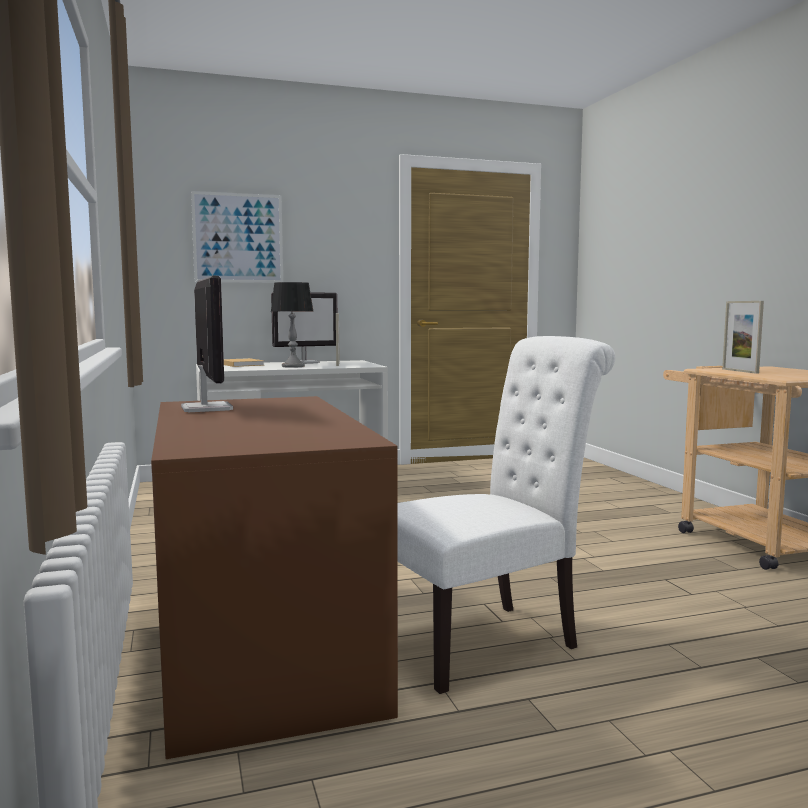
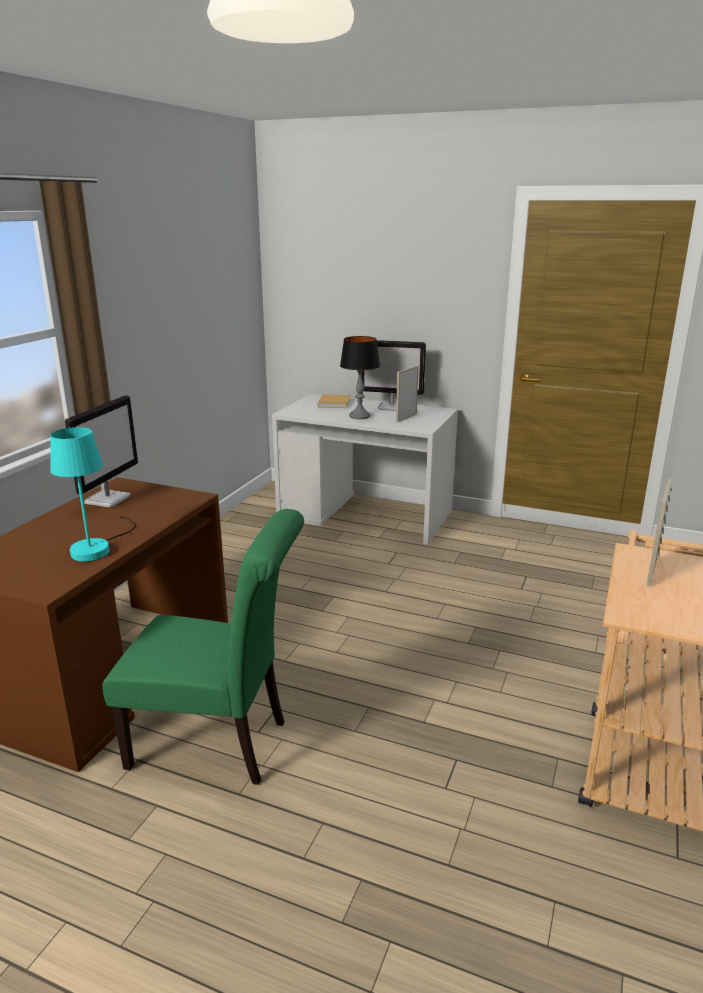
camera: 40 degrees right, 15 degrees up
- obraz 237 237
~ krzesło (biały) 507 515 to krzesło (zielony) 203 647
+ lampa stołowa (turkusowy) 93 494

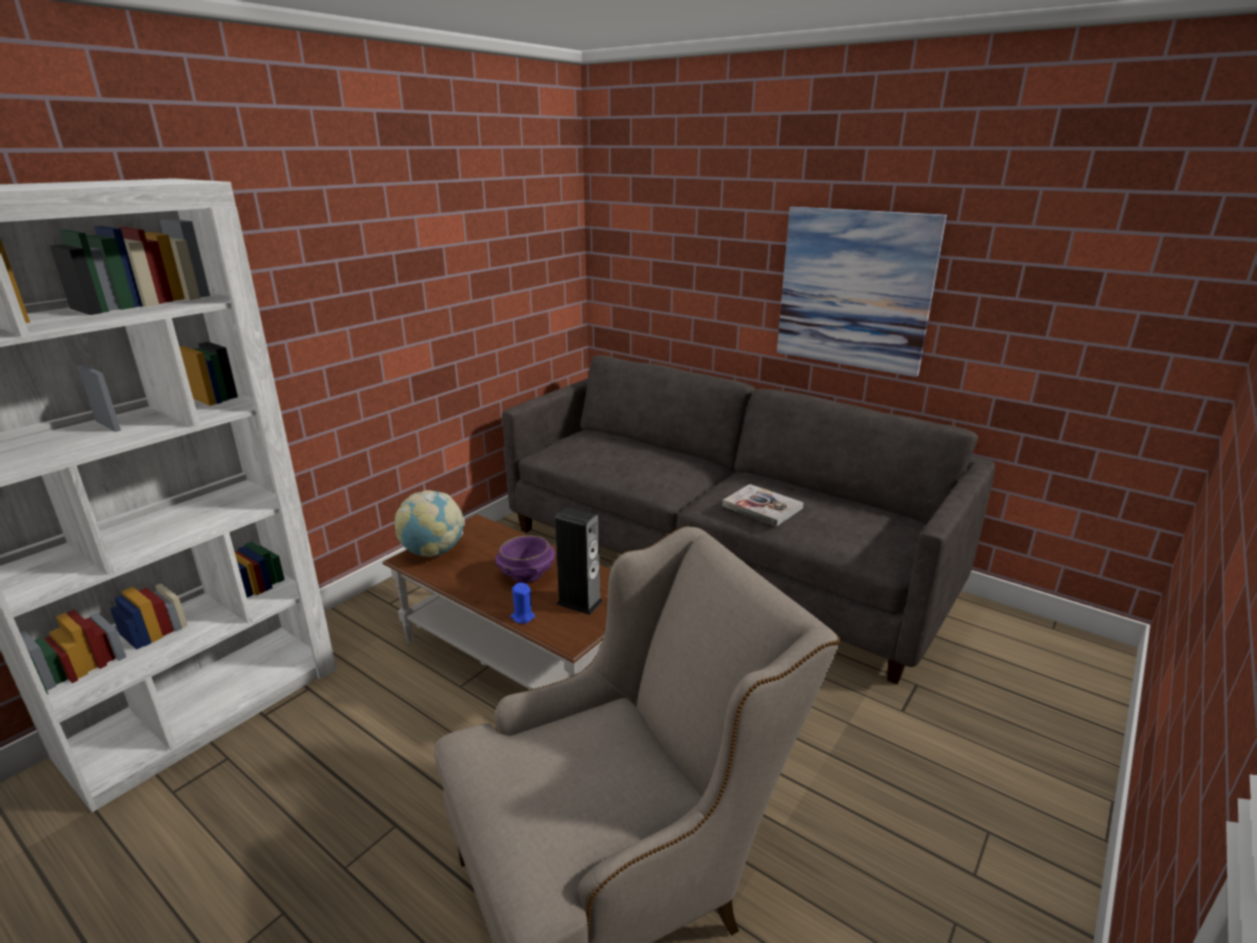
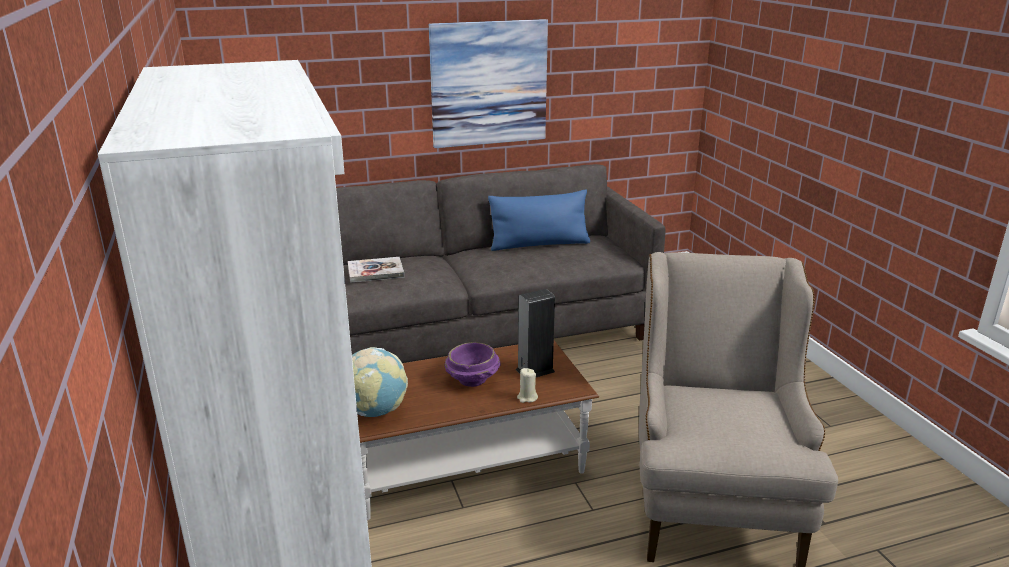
camera: 55 degrees left, 0 degrees up
~ świeca (niebieski) 522 603 to świeca (beżowy) 527 385
~ książka 763 505 to 376 270
+ poduszka (niebieski) 539 220

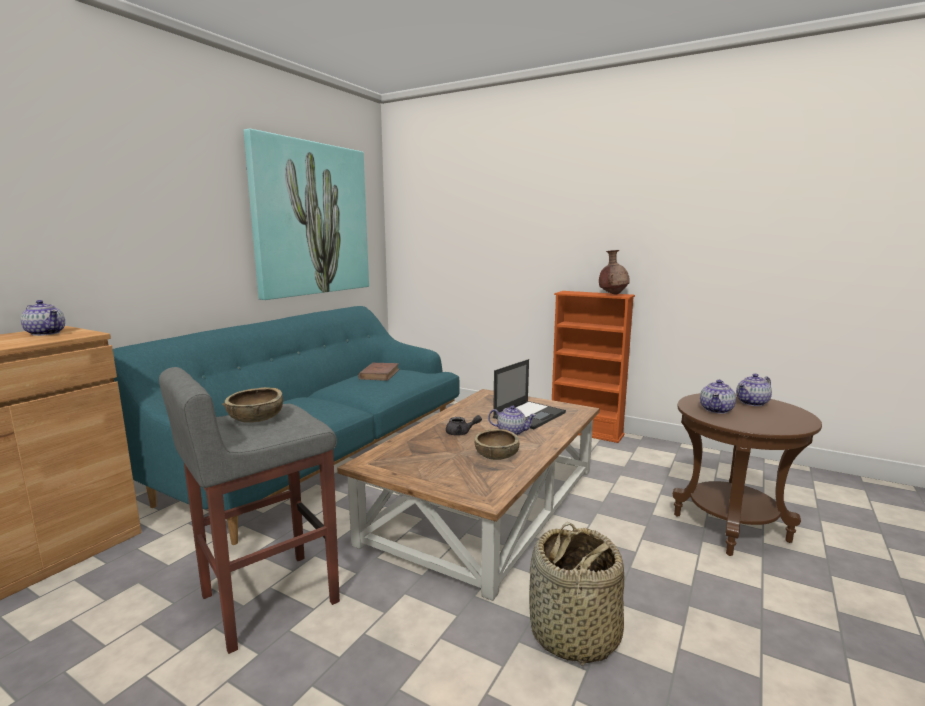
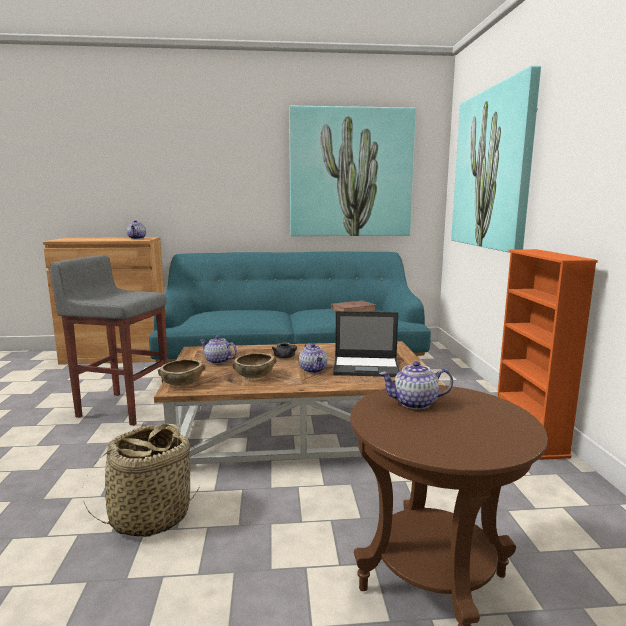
camera: 55 degrees right, 0 degrees up
~ miska (brązowy) 252 405 to 182 372
- wazon (brązowy) 614 272
~ imbryk 754 390 to 218 350
+ obraz 496 159

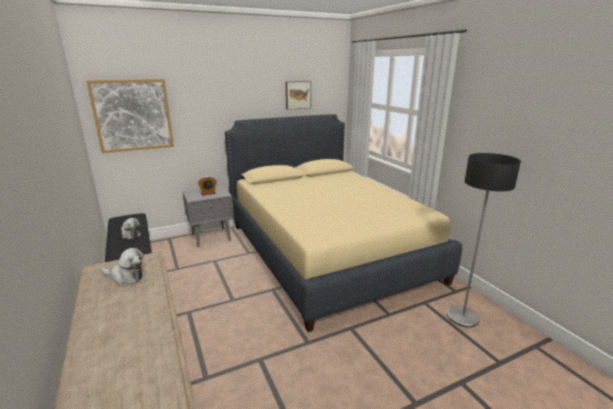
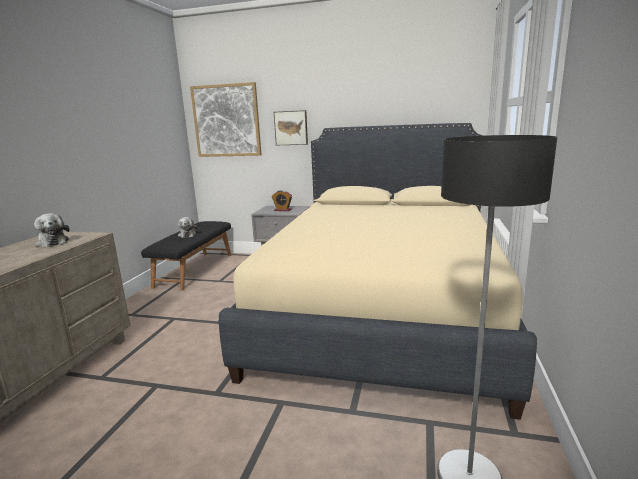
camera: 40 degrees right, 5 degrees down
~ obraz 298 95 to 291 127

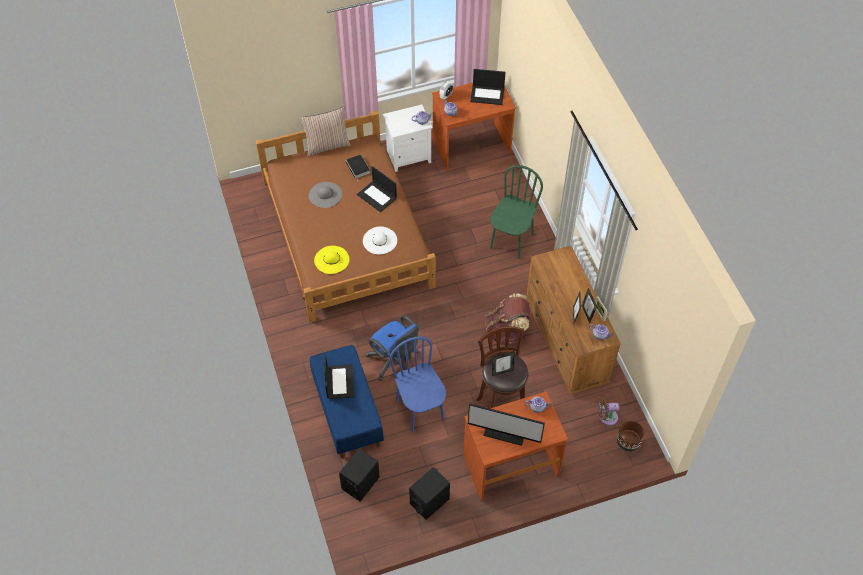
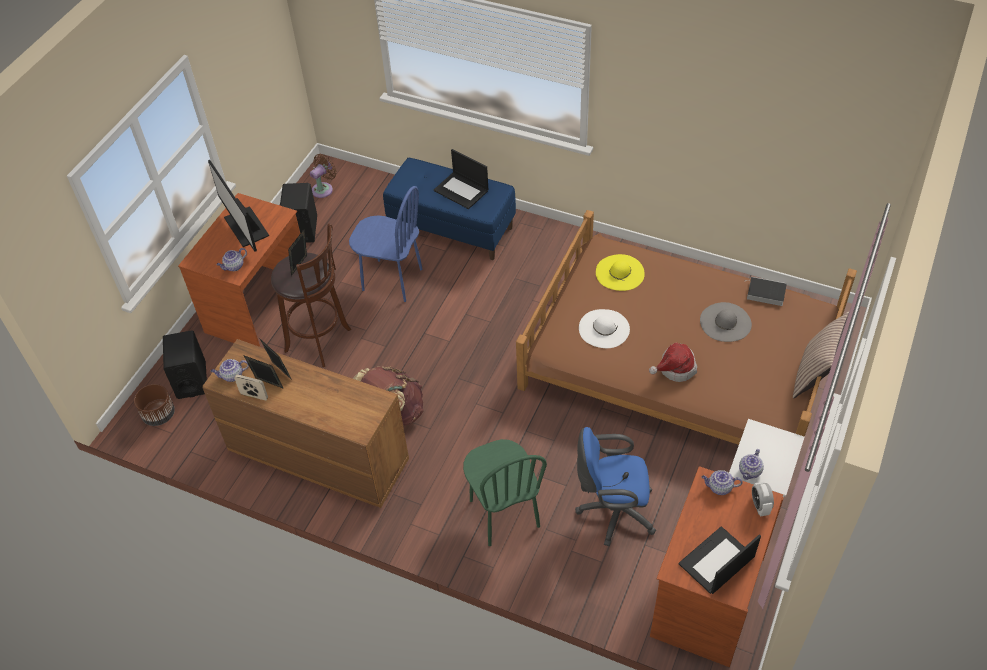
camera: 135 degrees right, 5 degrees down
~ głośnik (czarny) 359 475 to 185 364
~ książka 358 167 to 765 291
~ laptop 377 189 to kapelusz 673 362
~ krzesło biurowe (niebieski) 392 348 to 615 486
~ monitor 506 424 = 238 206 90 degrees counterclockwise
~ wentylator (brązowy) 608 410 to 323 176

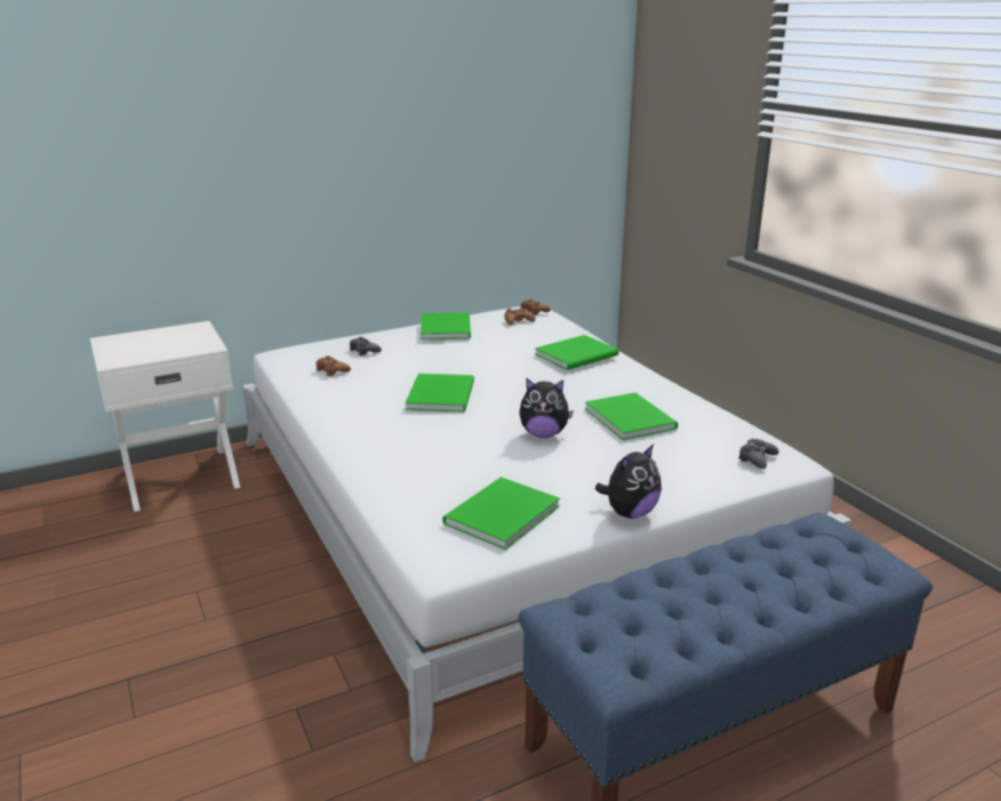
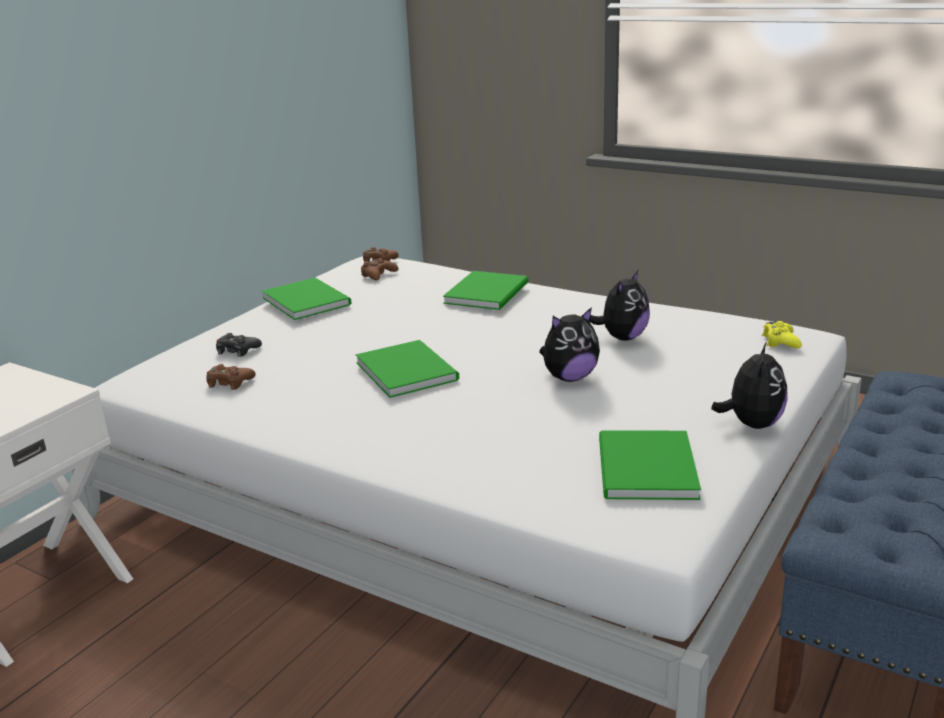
camera: 30 degrees left, 0 degrees up
~ książka (zielony) 631 416 to pluszak 620 305
~ pad do gier (czarny) 758 454 to pad do gier (żółty) 782 334

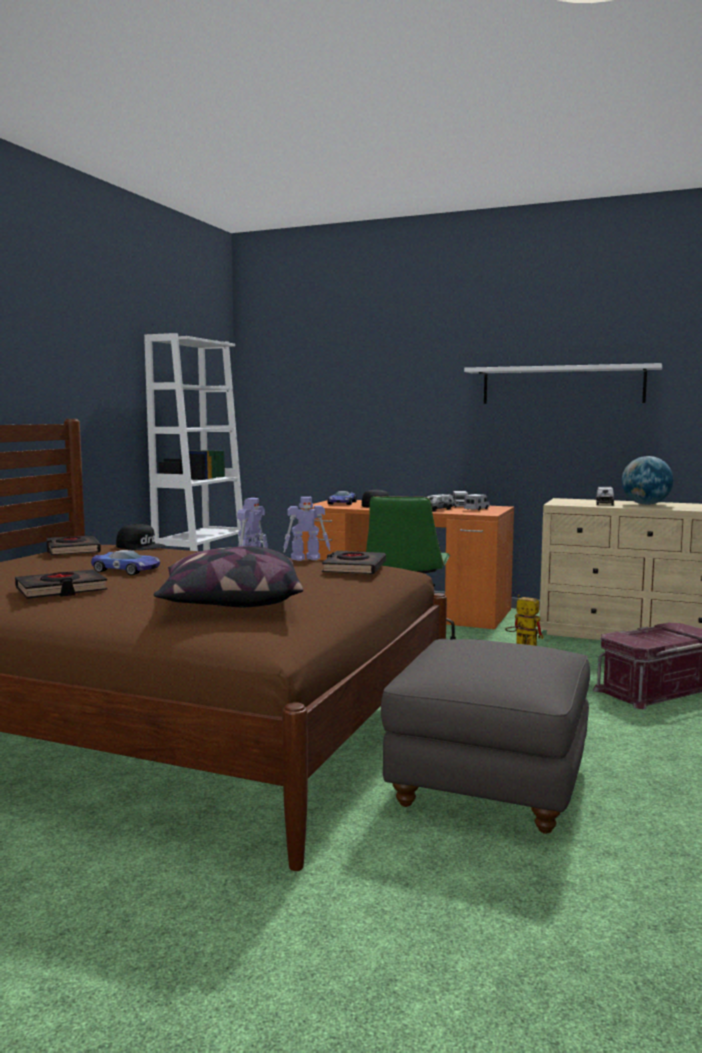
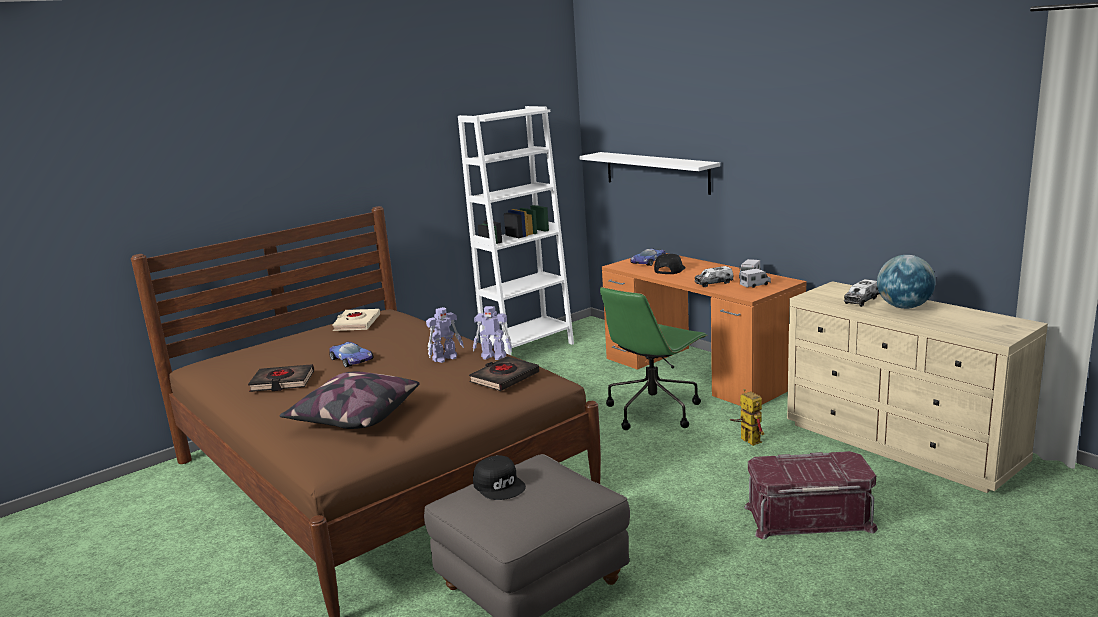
camera: 30 degrees right, 10 degrees up
~ książka (czarny) 73 545 to książka (beżowy) 356 320
~ czapka z daszkiem (czarny) 141 537 to 499 477
~ półka (biały) 563 383 to 649 173

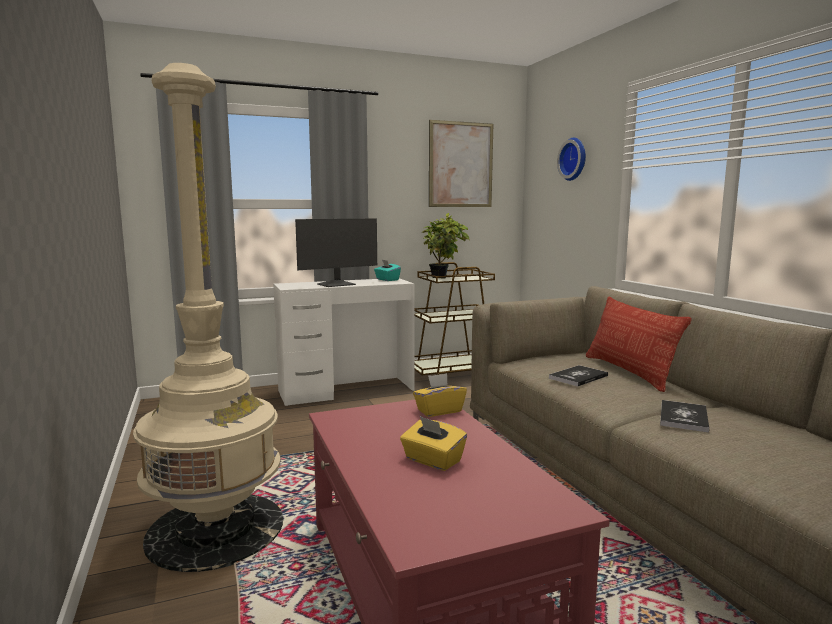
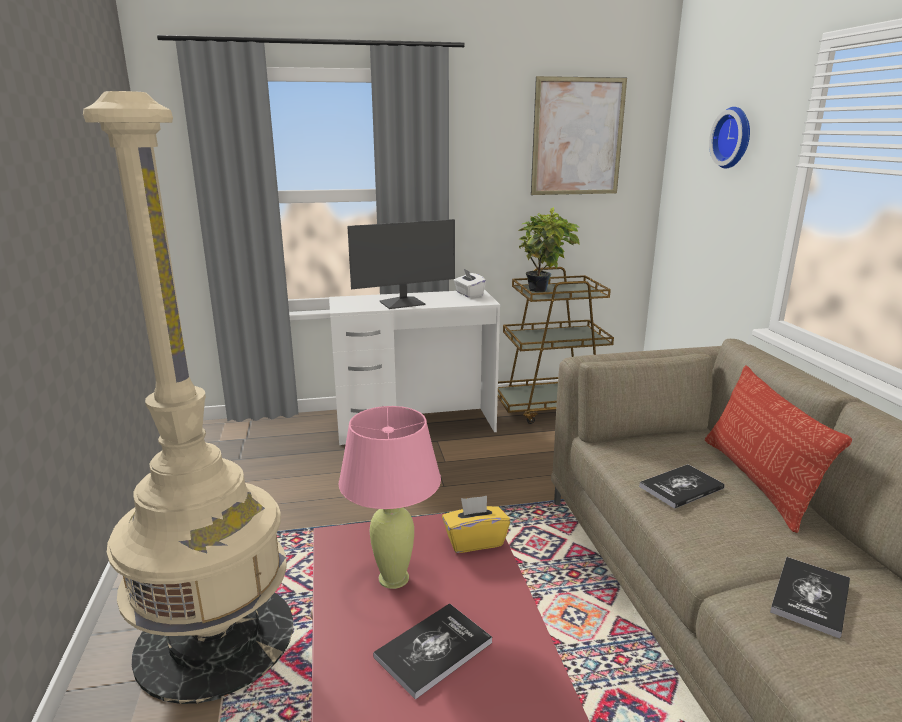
camera: 10 degrees right, 10 degrees up
~ pudełko chusteczek (turkusowy) 387 270 to pudełko chusteczek (biały) 470 283
~ pudełko chusteczek (żółty) 433 443 to książka 432 651
+ lampa stołowa (różowy) 390 497

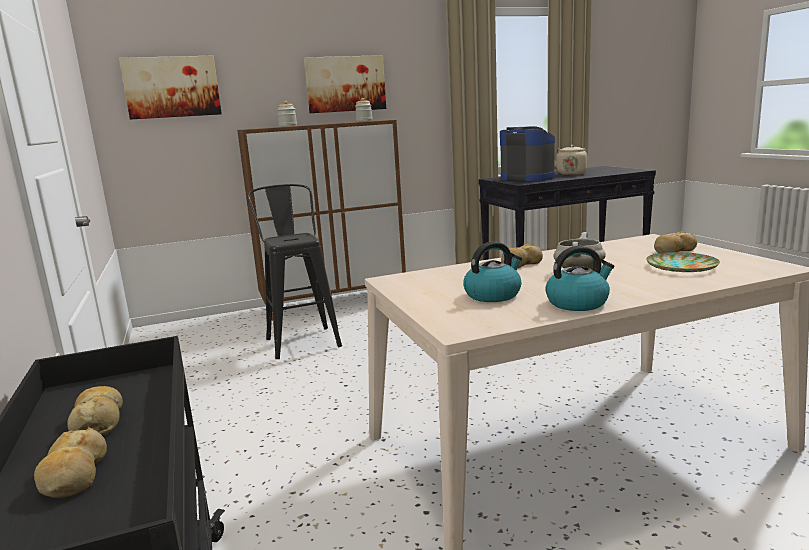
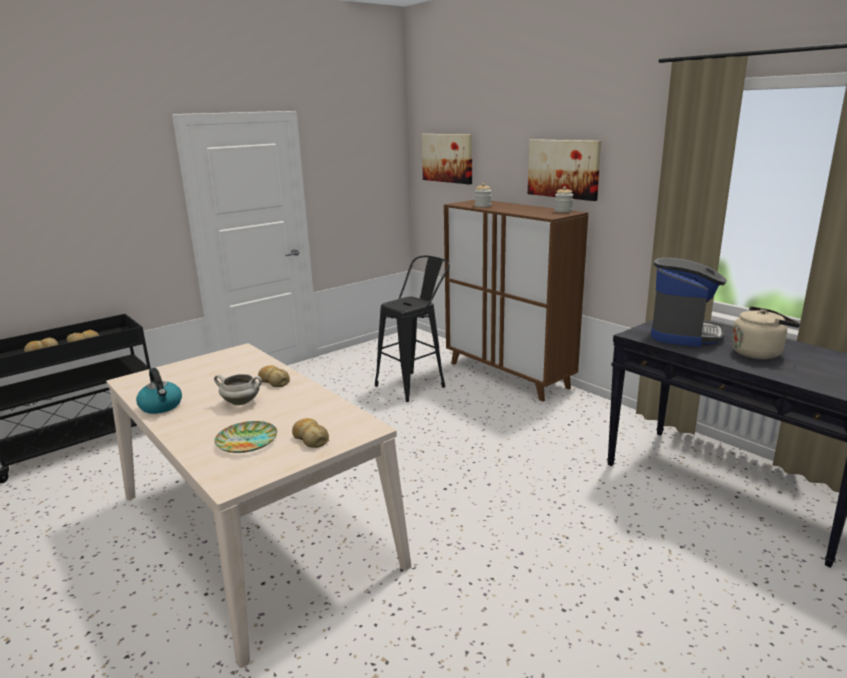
camera: 70 degrees right, 5 degrees up
- czajnik 492 271

